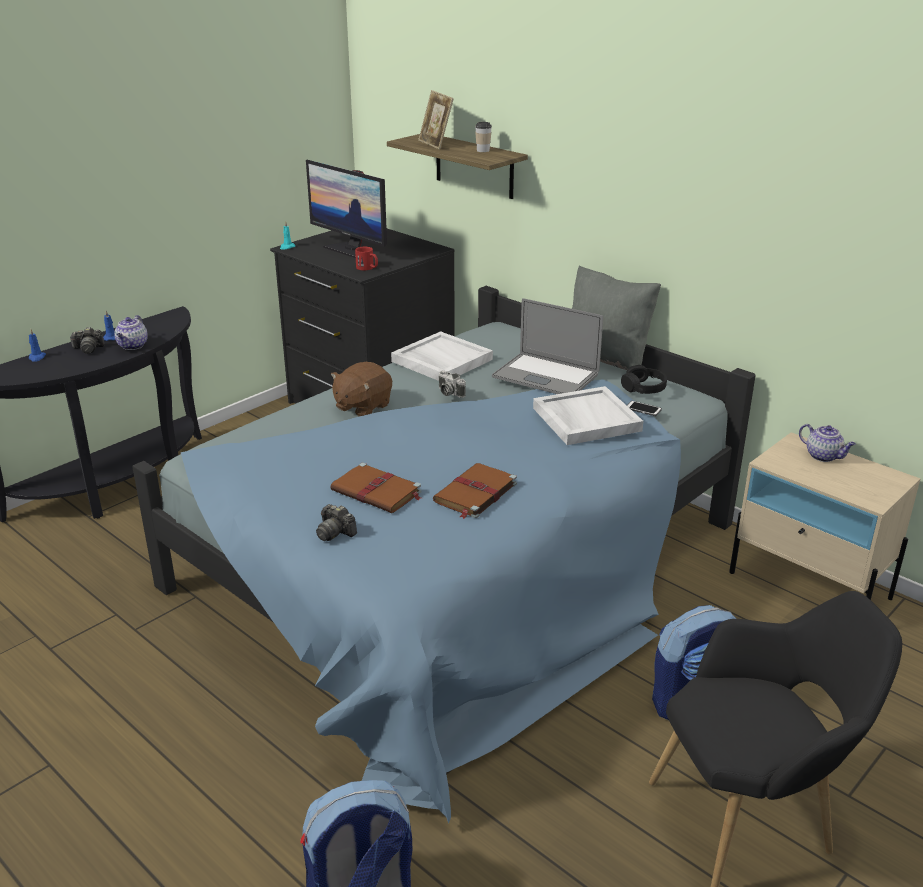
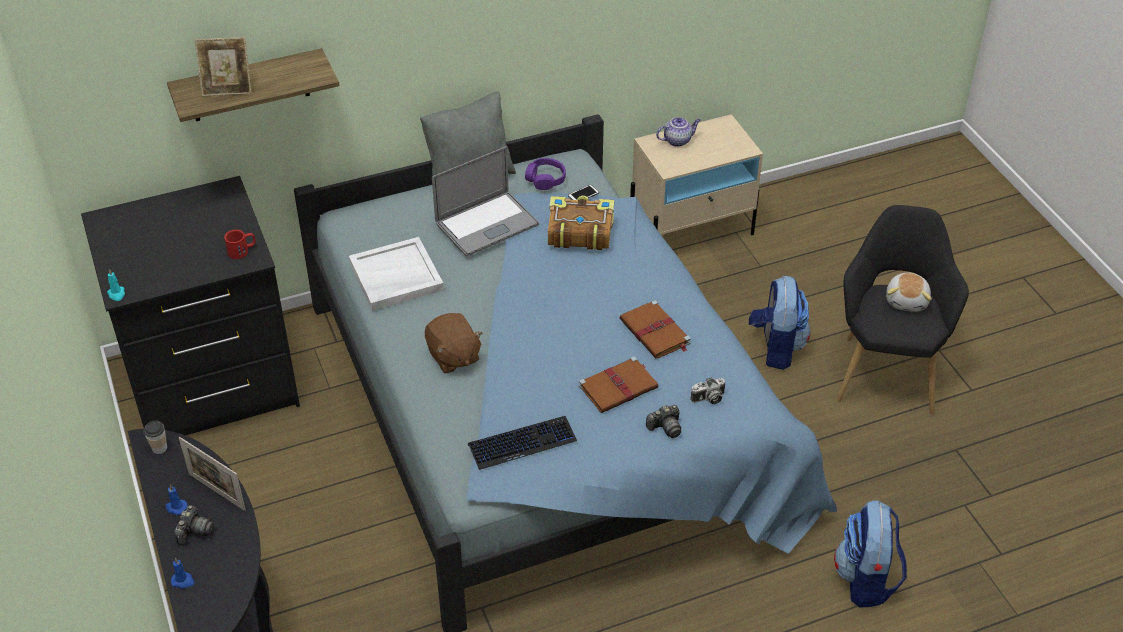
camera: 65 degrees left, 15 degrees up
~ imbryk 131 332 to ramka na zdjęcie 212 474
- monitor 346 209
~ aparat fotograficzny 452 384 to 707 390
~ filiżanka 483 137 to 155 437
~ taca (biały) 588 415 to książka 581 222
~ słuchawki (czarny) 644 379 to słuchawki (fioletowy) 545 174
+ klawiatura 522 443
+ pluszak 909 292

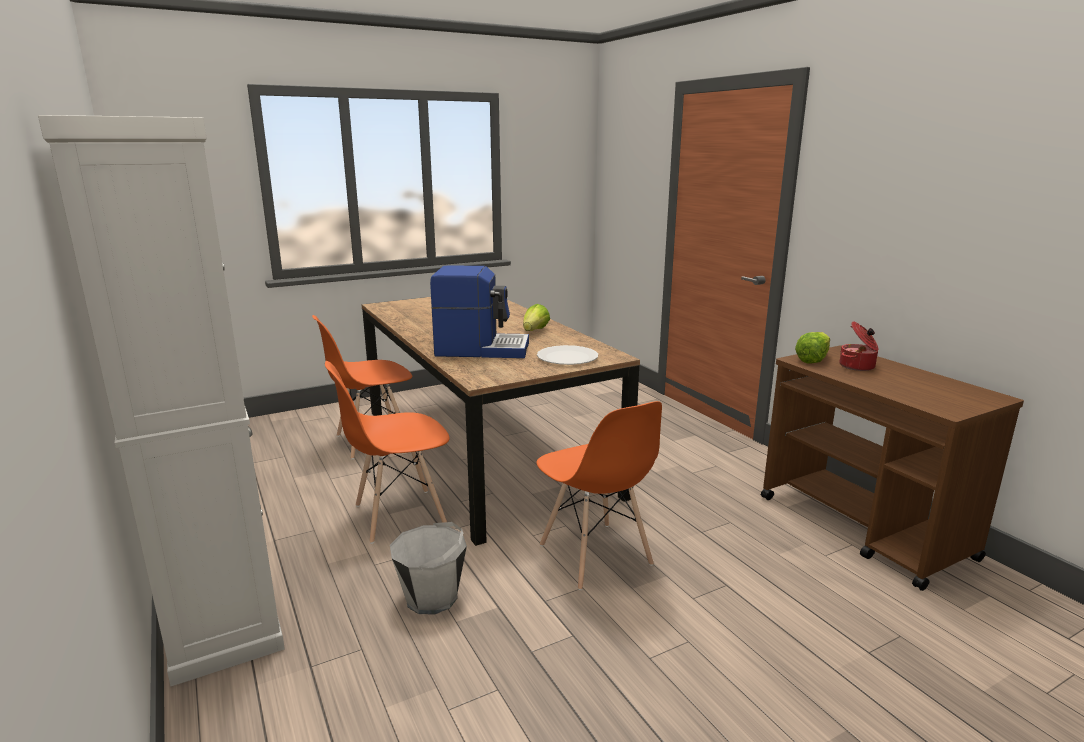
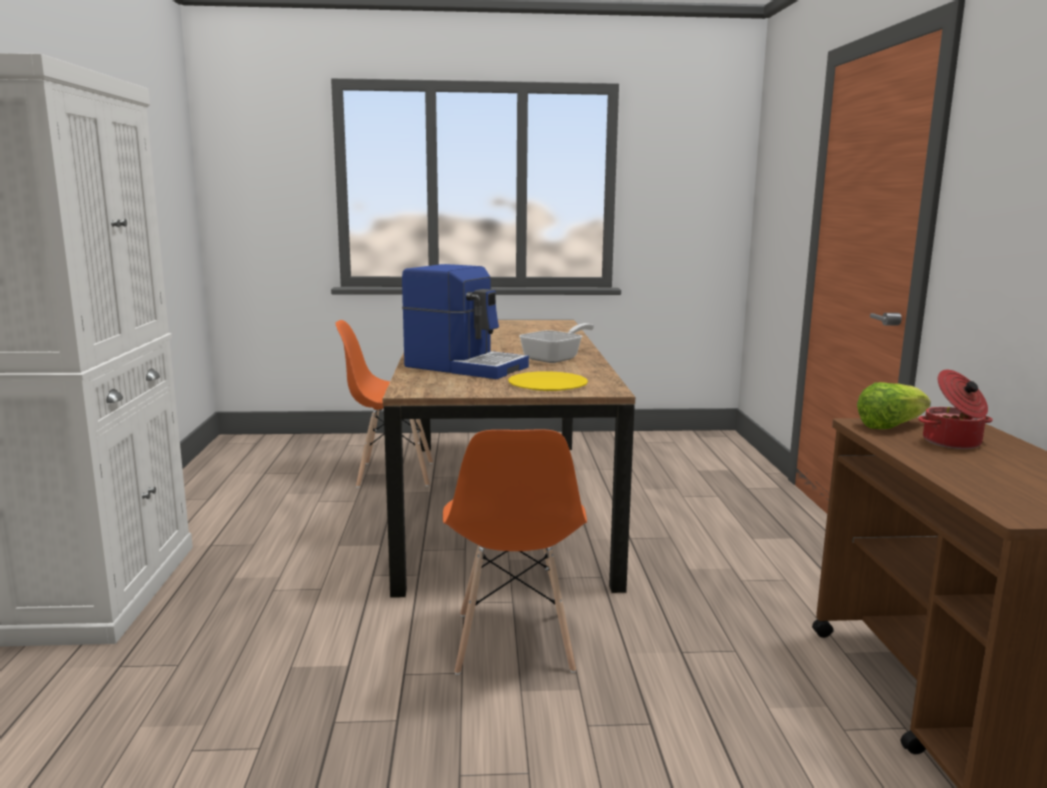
camera: 25 degrees right, 5 degrees down
- krzesło (pomarańczowy) 387 452
- wiadro (biały) 428 568
~ sałata 536 317 to patelnia 556 343
~ talerz (biały) 567 355 to talerz (żółty) 548 381

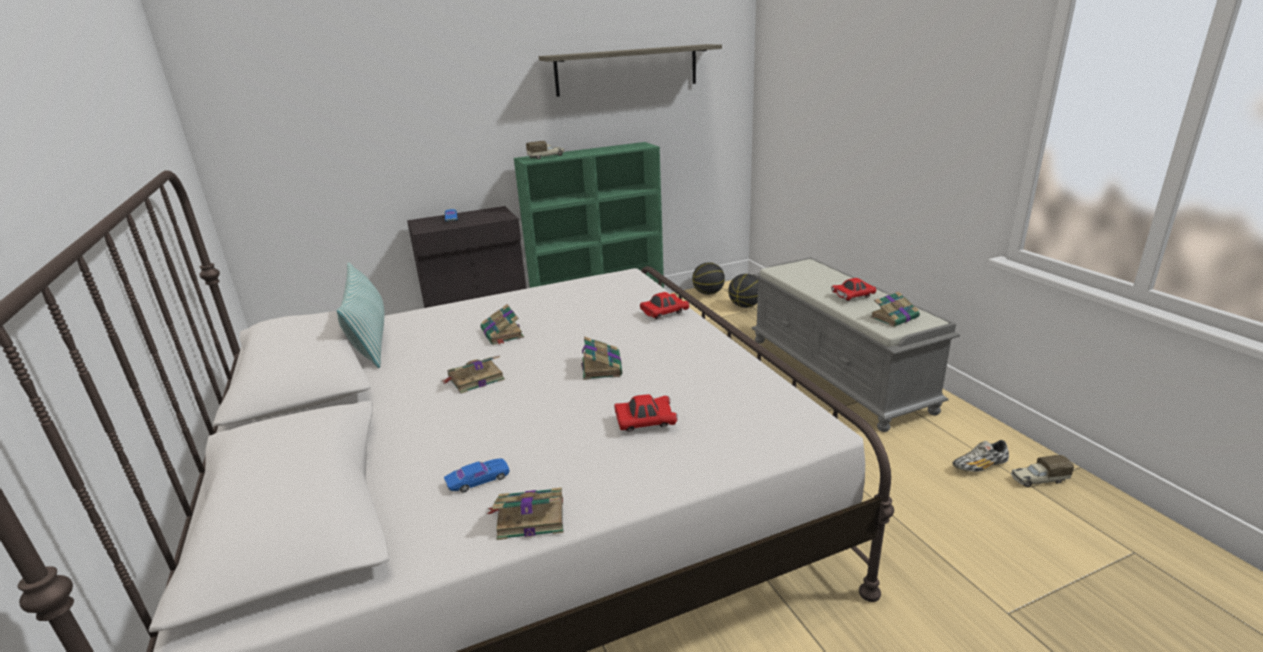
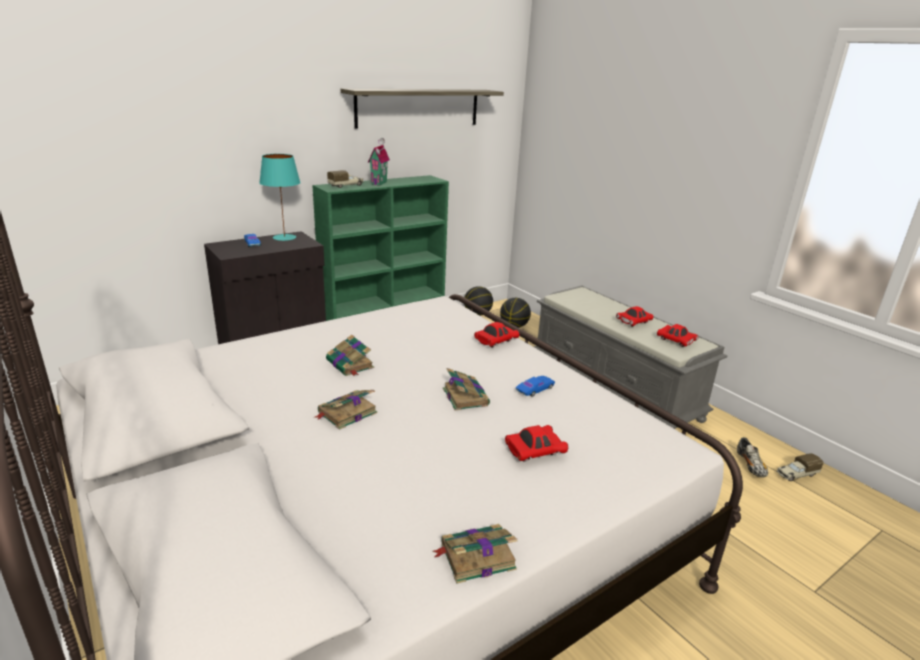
camera: 15 degrees left, 0 degrees up
- poduszka 360 315
~ samochodzik (niebieski) 476 475 to 535 386
~ książka 895 309 to samochodzik (czerwony) 678 335
~ but 980 456 = 752 457 60 degrees counterclockwise
+ lampa stołowa (turkusowy) 280 197
+ domek 379 162

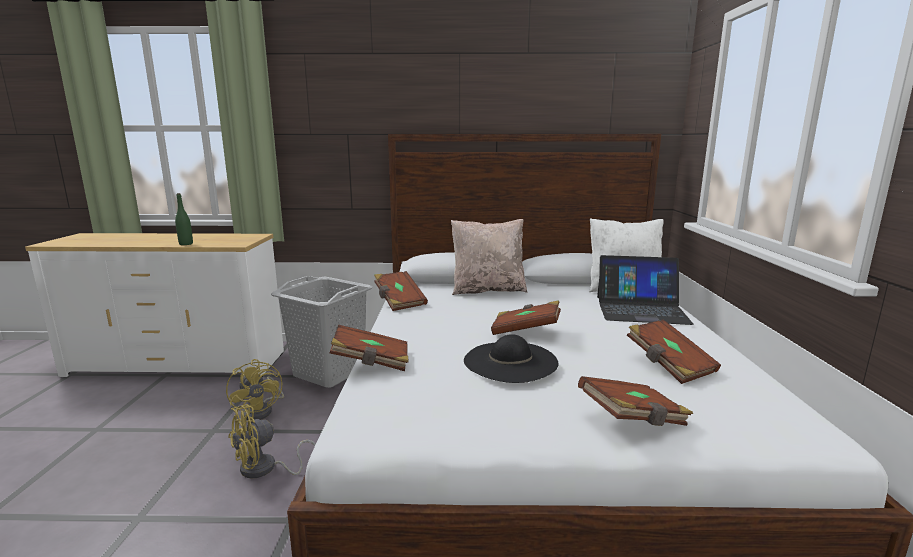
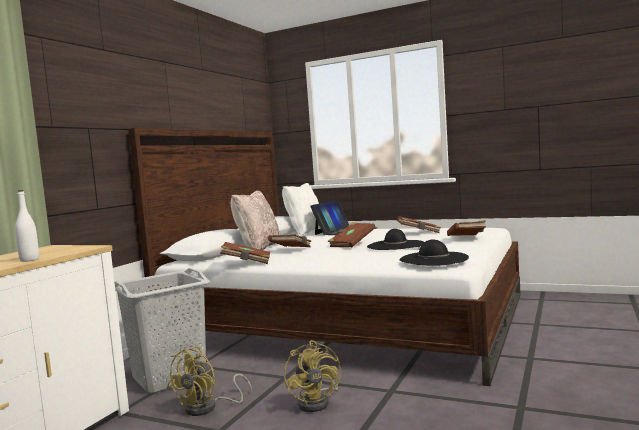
camera: 65 degrees left, 10 degrees down
~ butelka (zielony) 184 219 to butelka (biały) 27 226
~ wentylator (żółty) 255 390 = 209 381 120 degrees clockwise
~ książka (brązowy) 369 348 to 289 240
+ kapelusz (czarny) 434 252

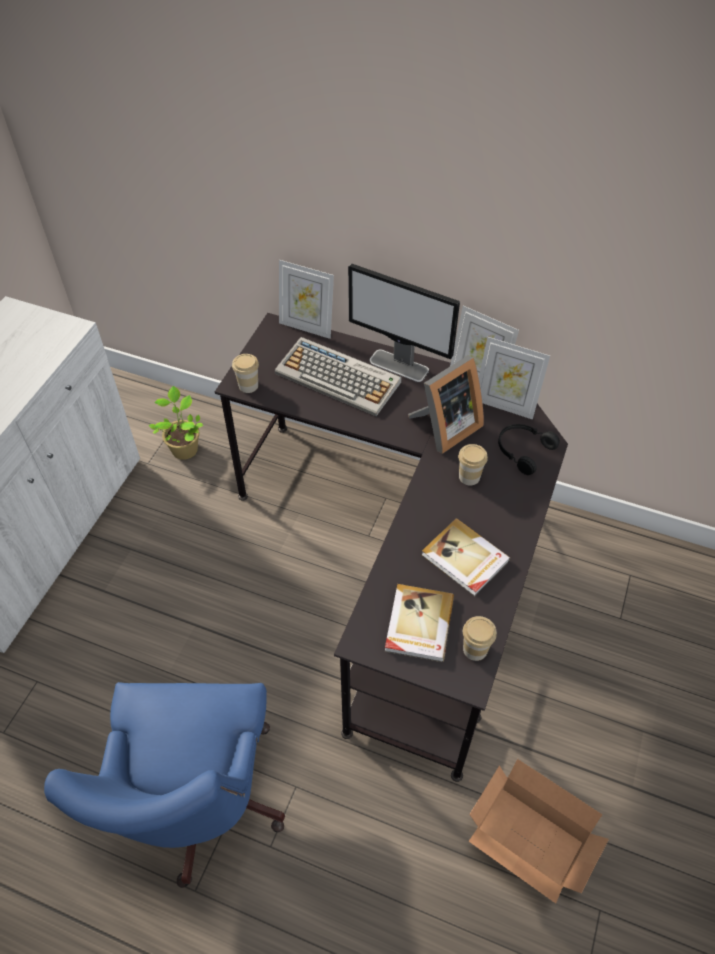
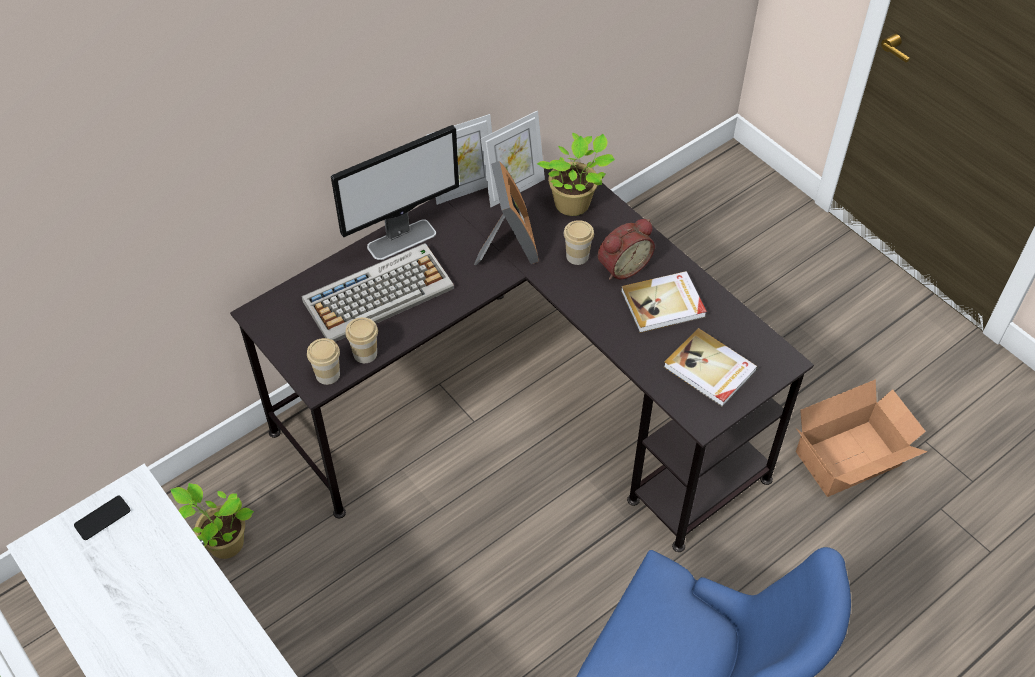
camera: 60 degrees left, 0 degrees up
- ramka na zdjęcie 306 299
~ filiżanka 480 638 to 361 340
~ słuchawki (czarny) 529 449 to roślina doniczkowa 576 174
+ telefon 102 518
+ budzik 626 249

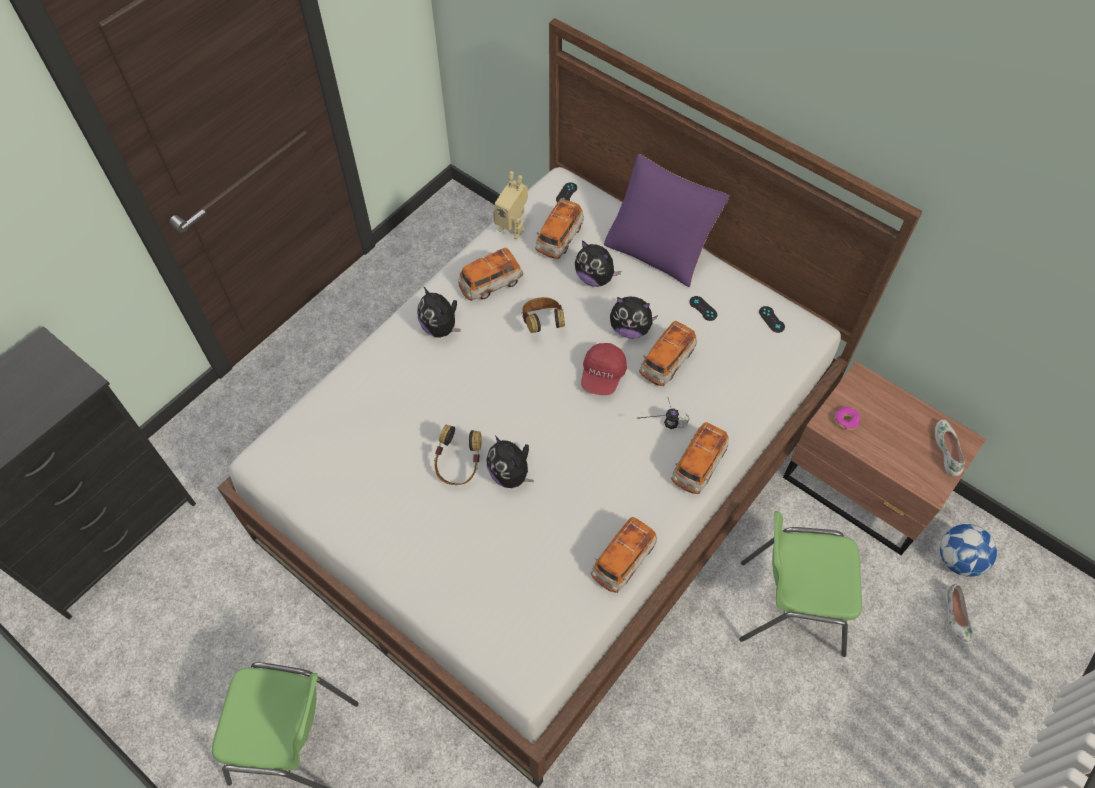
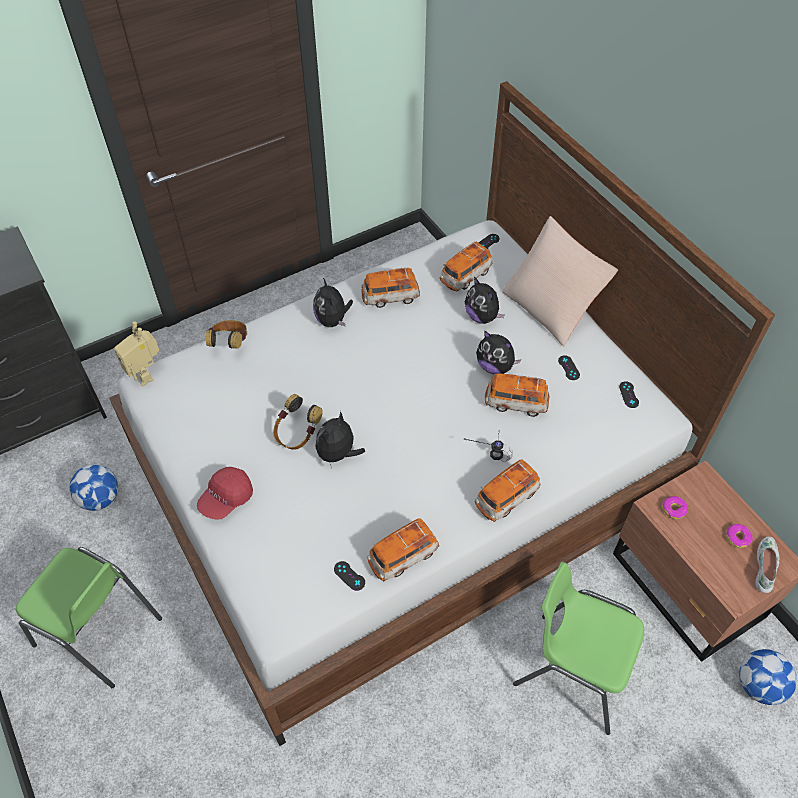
camera: 20 degrees right, 5 degrees down
~ pluszak 510 462 = 340 439 45 degrees clockwise
~ robot zabawkowy 510 205 to 136 354
~ słuchawki 543 315 to 226 334
~ czapka z daszkiem (czerwony) 604 369 to 225 493
~ poduszka (fioletowy) 667 220 to poduszka (beżowy) 560 281
~ samochodzik 667 353 = 517 395 45 degrees clockwise
- but (biały) 958 614
+ piłka futbolowa 93 487
+ pad do gier (czarny) 349 576
+ donut 739 536

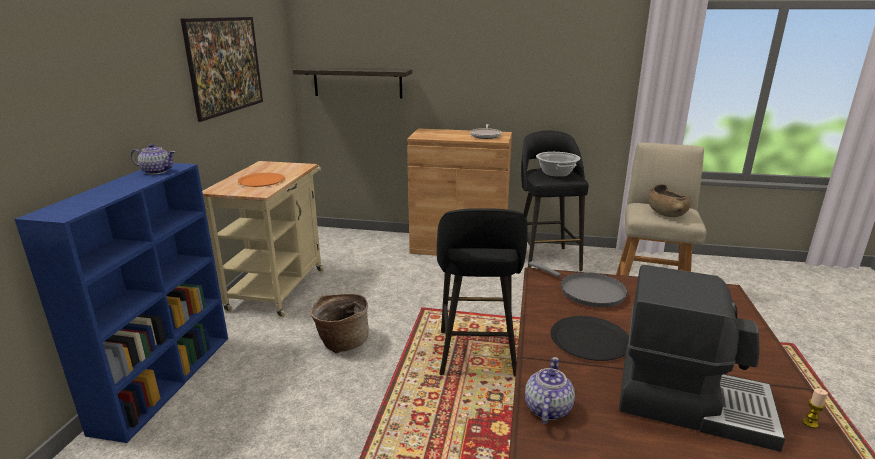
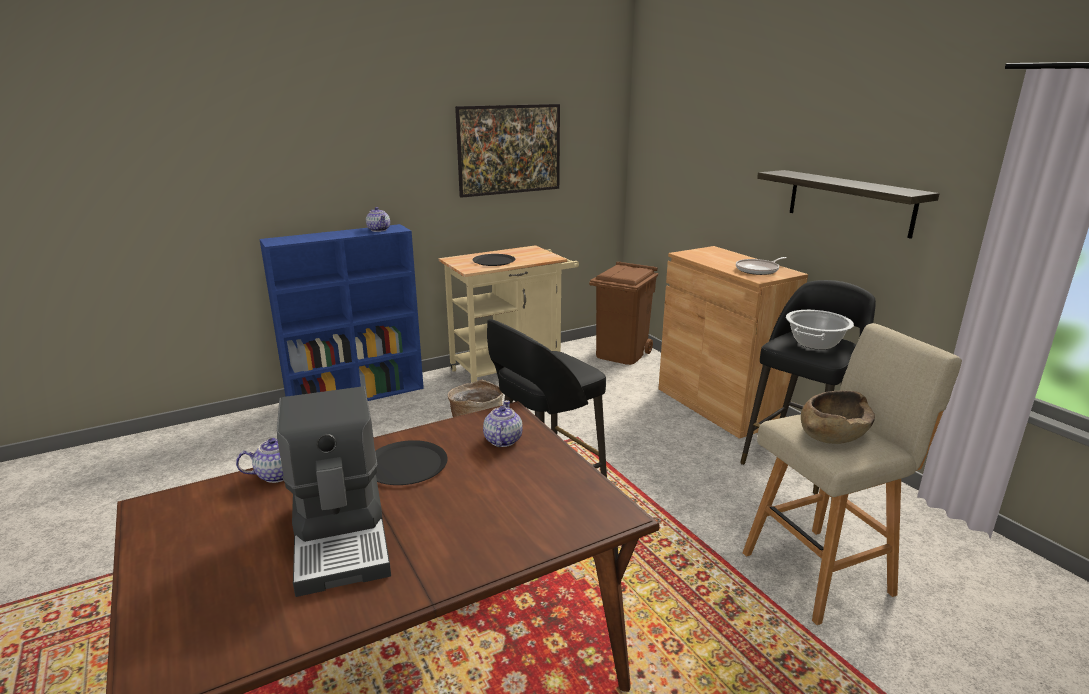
camera: 50 degrees right, 0 degrees up
~ talerz (pomarańczowy) 261 180 to talerz (czarny) 493 260
~ półka 352 82 to 848 204
~ patelnia (szary) 578 284 to imbryk 503 423
- świeca 815 408
+ kosz na śmieci (brązowy) 623 313

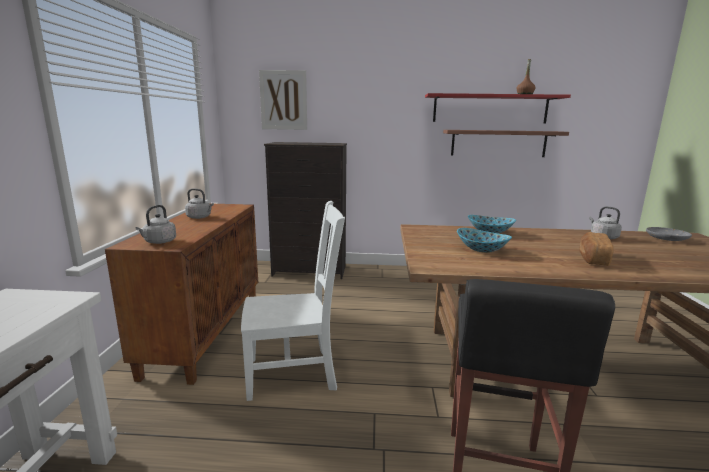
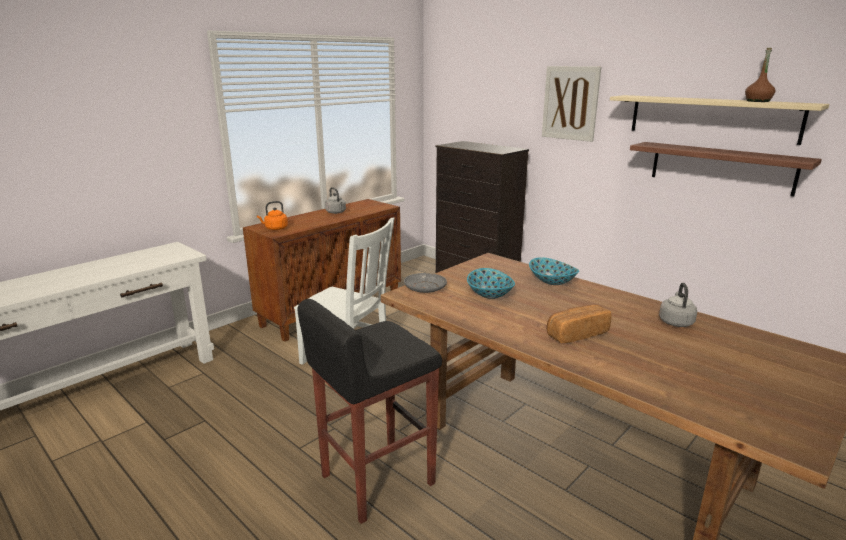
camera: 40 degrees right, 5 degrees up
~ czajnik (szary) 156 224 to czajnik (pomarańczowy) 272 215
~ obraz 283 100 to 571 104
~ półka (czerwony) 498 108 to półka (beżowy) 719 120
~ talerz (szary) 669 234 to 425 283

